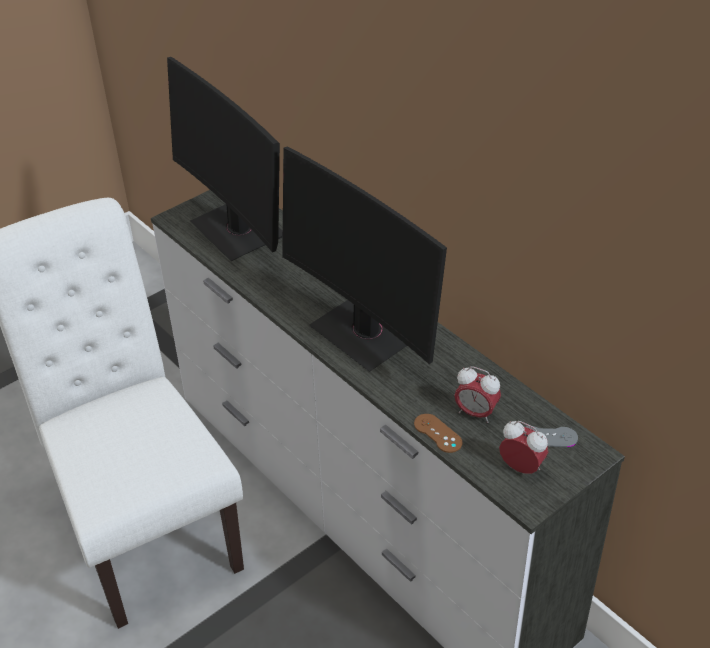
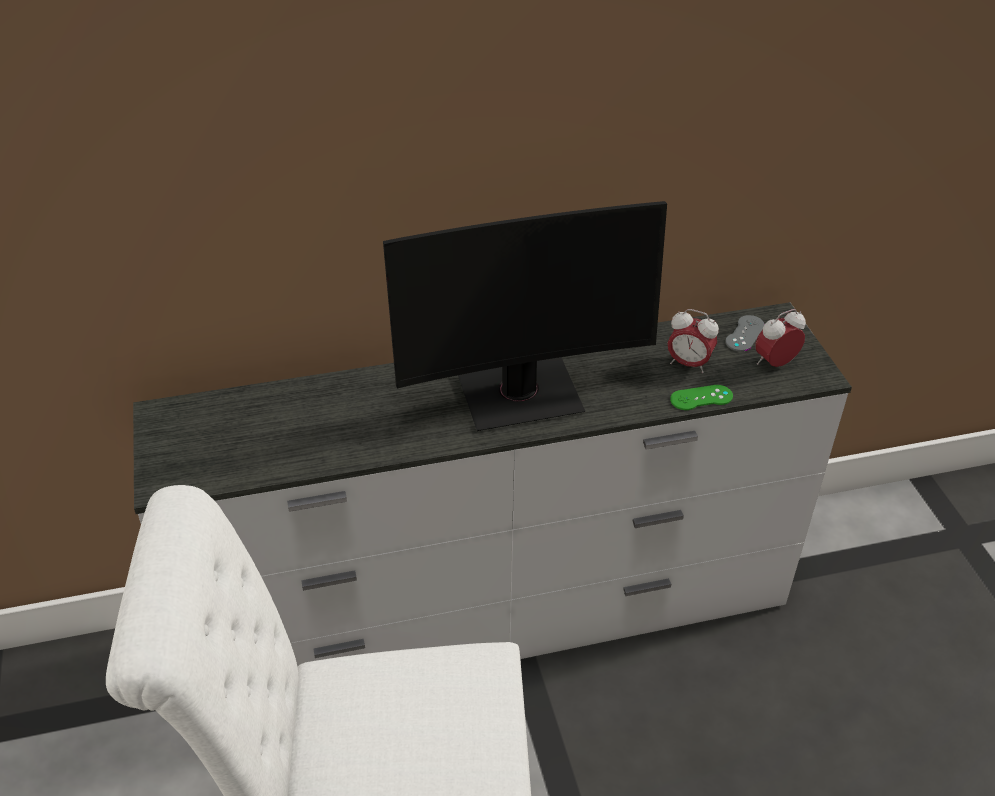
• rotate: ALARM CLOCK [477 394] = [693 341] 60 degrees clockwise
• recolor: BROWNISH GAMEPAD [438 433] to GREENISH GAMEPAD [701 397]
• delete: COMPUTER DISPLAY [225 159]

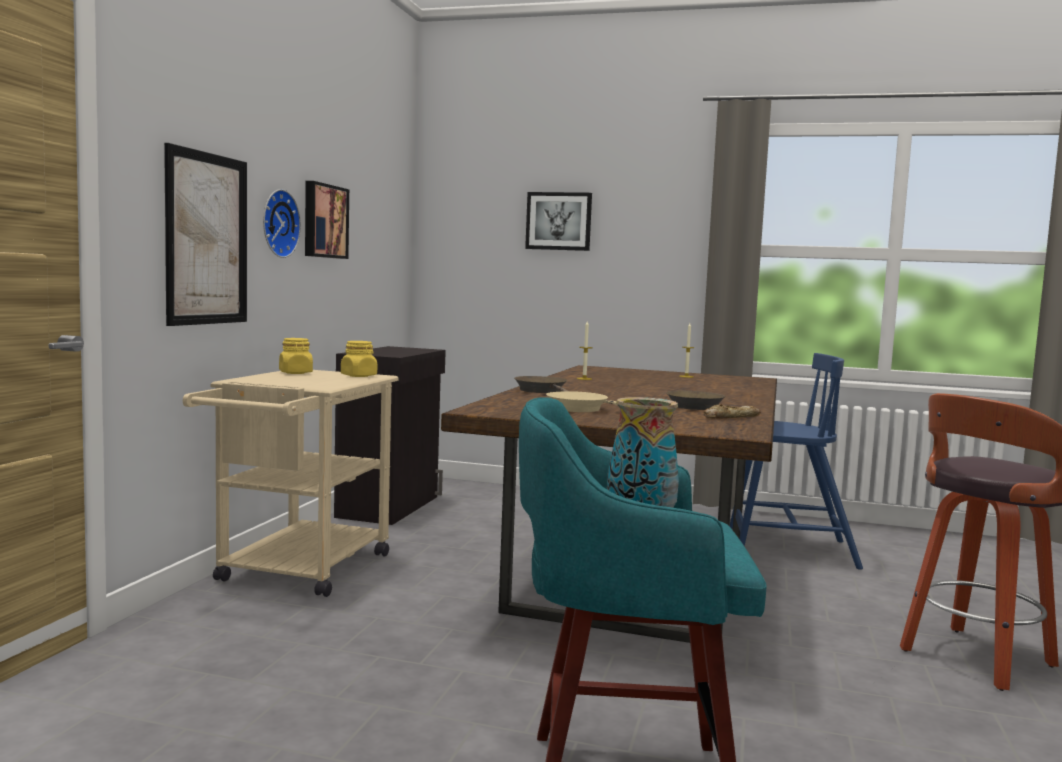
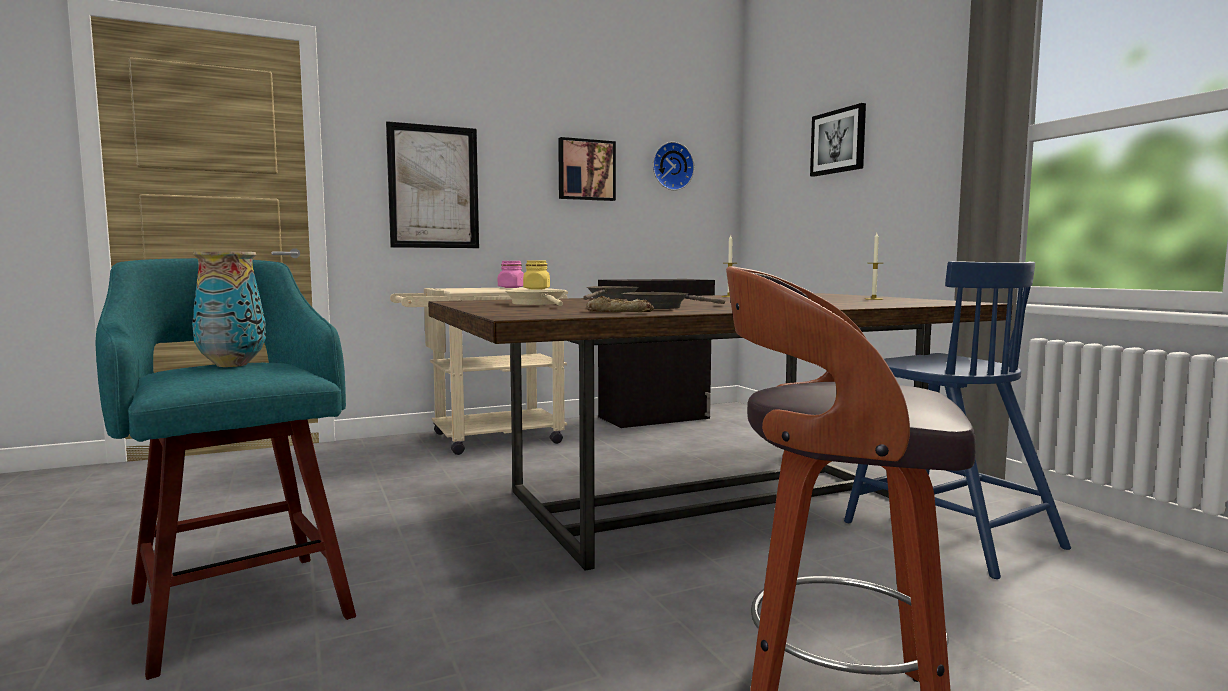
• recolor: YELLOWISH PRESERVE JAR [296 356] to PINKISH PRESERVE JAR [511 274]
• move: HANGING CLOCK [282 223] to [673 166]

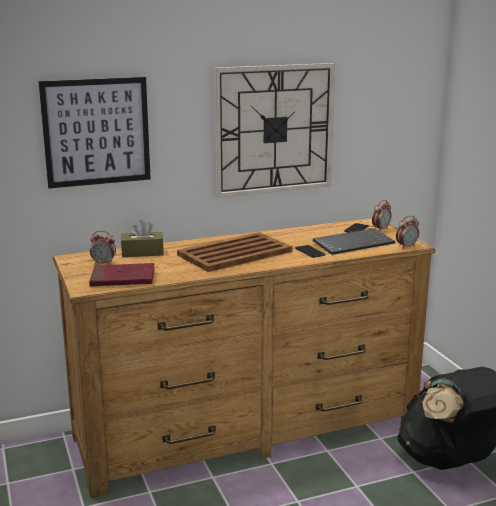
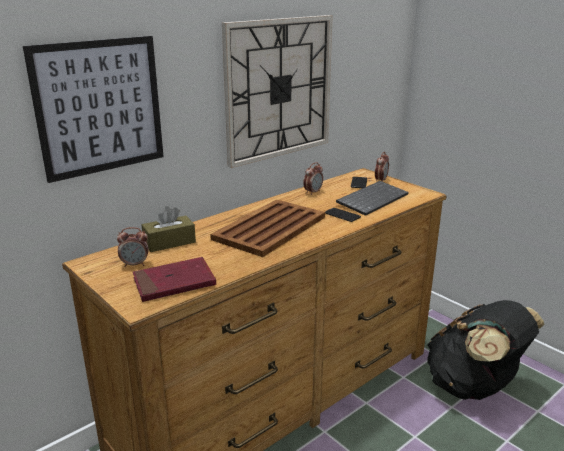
• move: ALARM CLOCK [407 232] to [313 178]

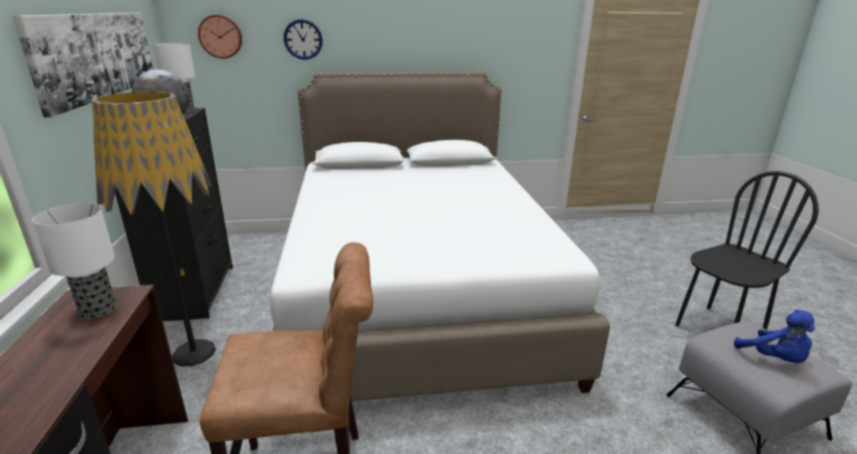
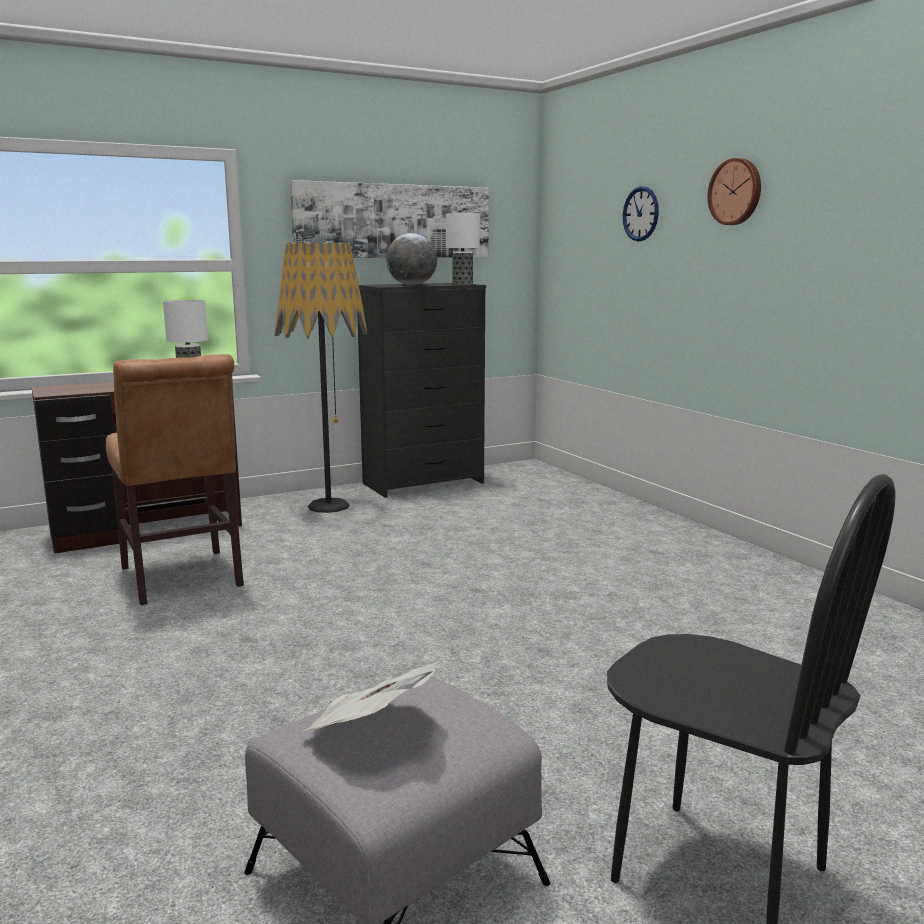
• replace: BLUE-COLOURED PLUSH TOY [774 336] to NEWSPAPER [371 696]
• move: HANGING CLOCK [220 37] to [734 191]
• delete: WHITE BED [440 236]

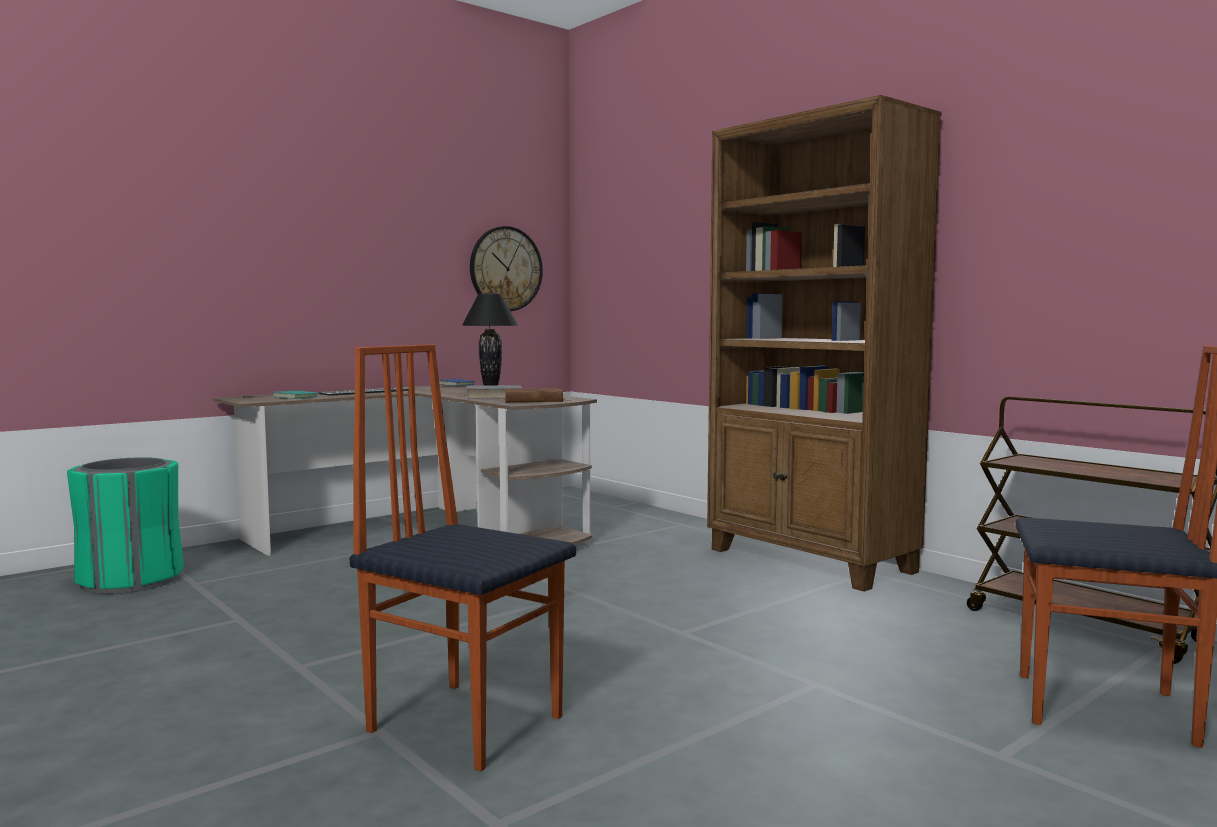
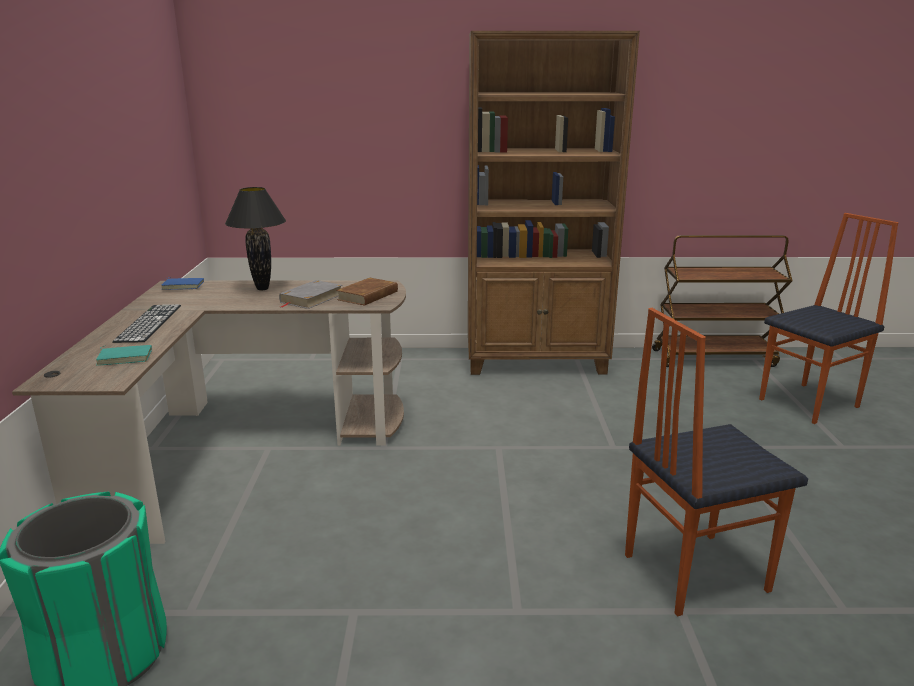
• delete: HANGING CLOCK [506 268]

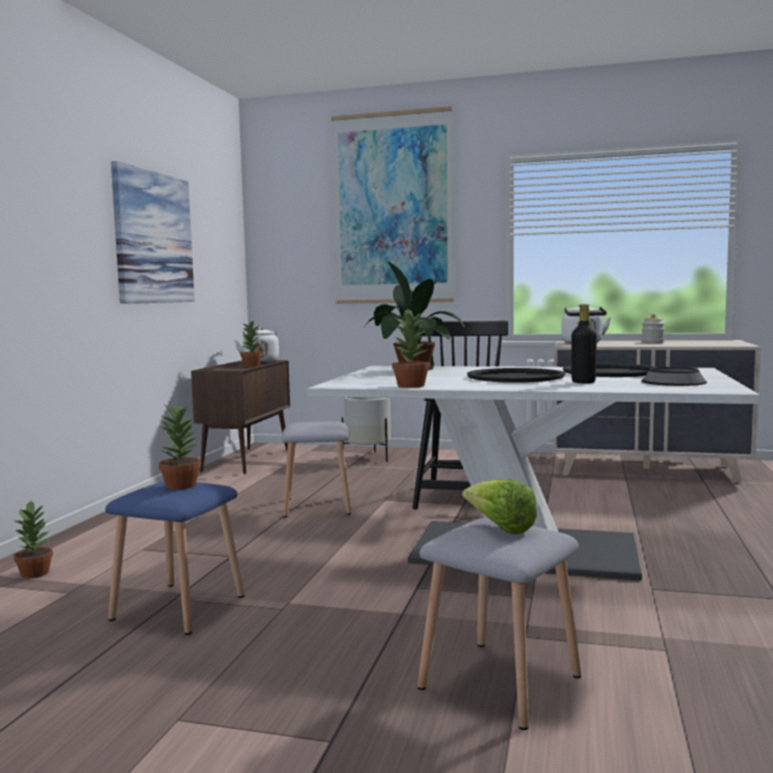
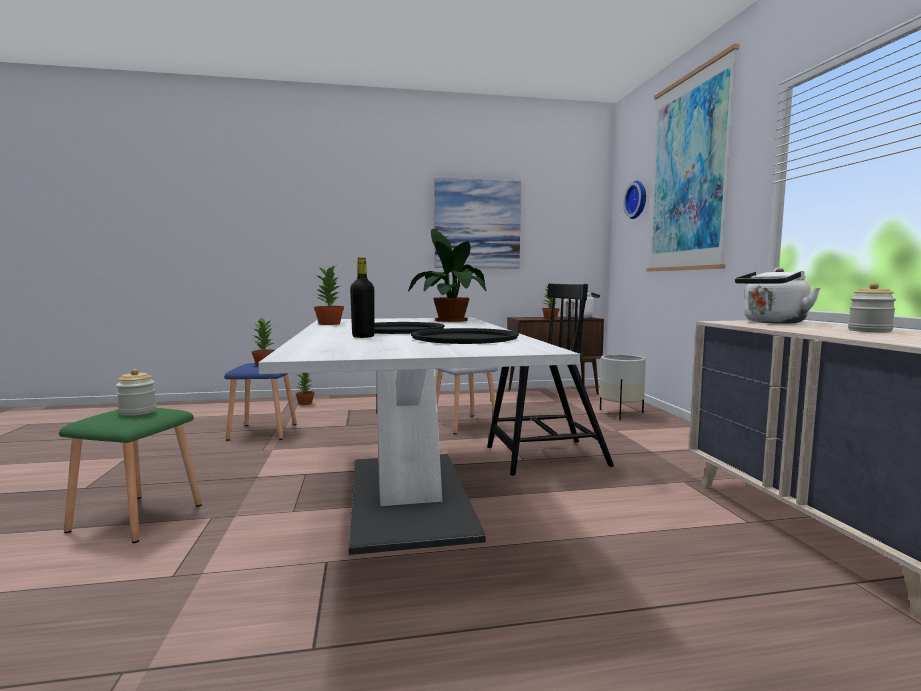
• recolor: GRAY STOOL SEAT [499 624] to GREENISH STOOL SEAT [130 475]
• replace: LETTUCE [499 507] to PRESERVE JAR [136 392]
• insert: HANGING CLOCK [634 200]
• delete: BOWL [674 376]

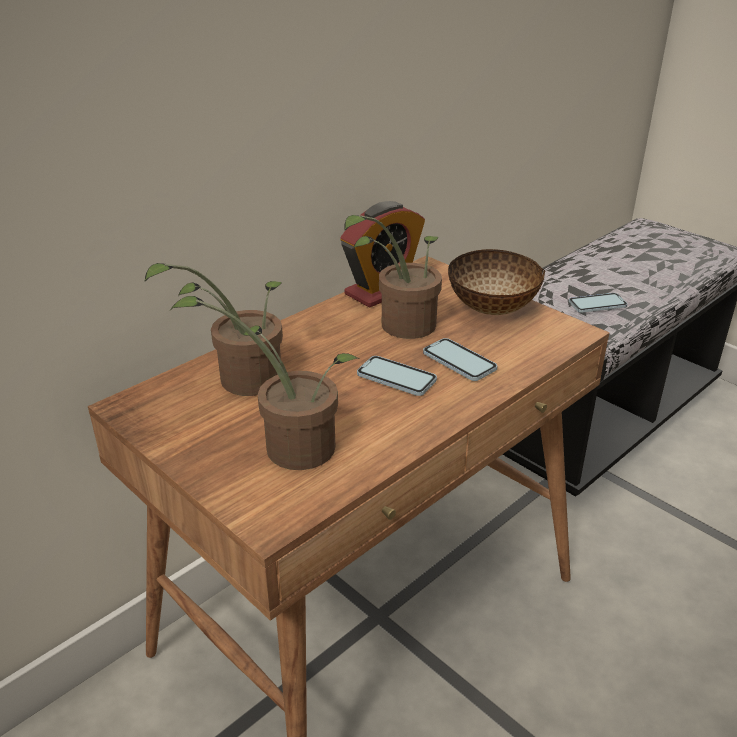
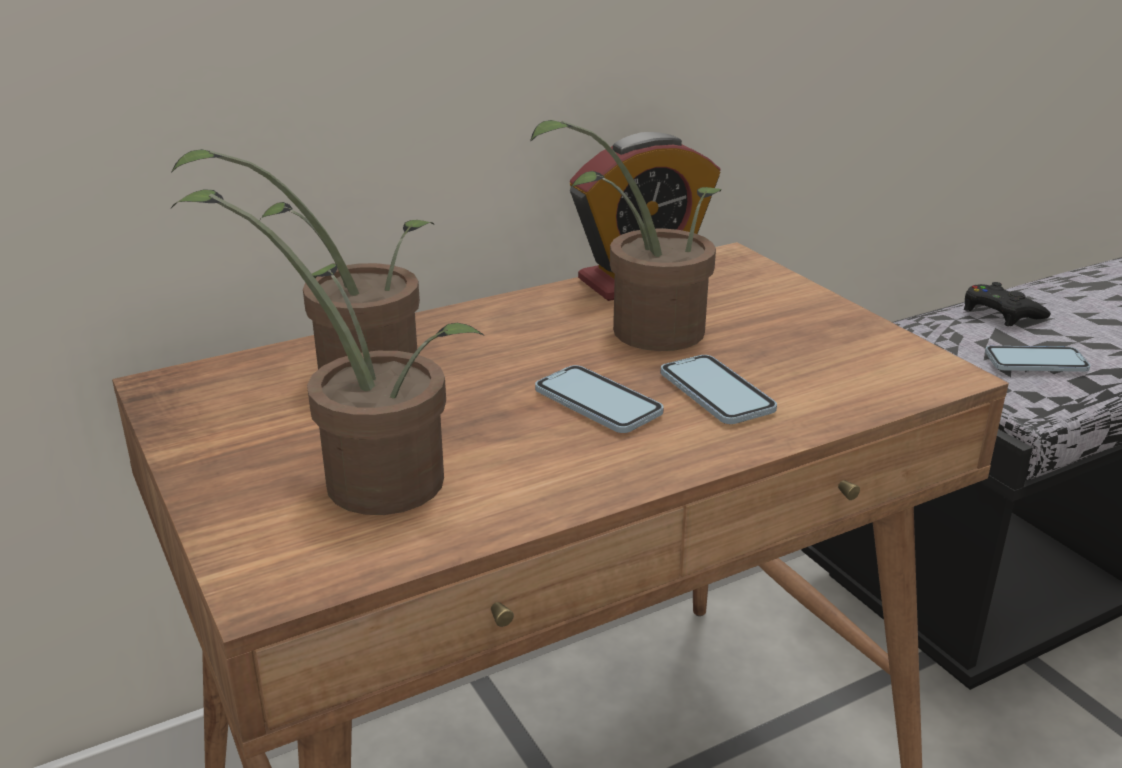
• insert: BLACK-COLOURED GAMEPAD [1007 304]
• delete: BOWL [496 282]

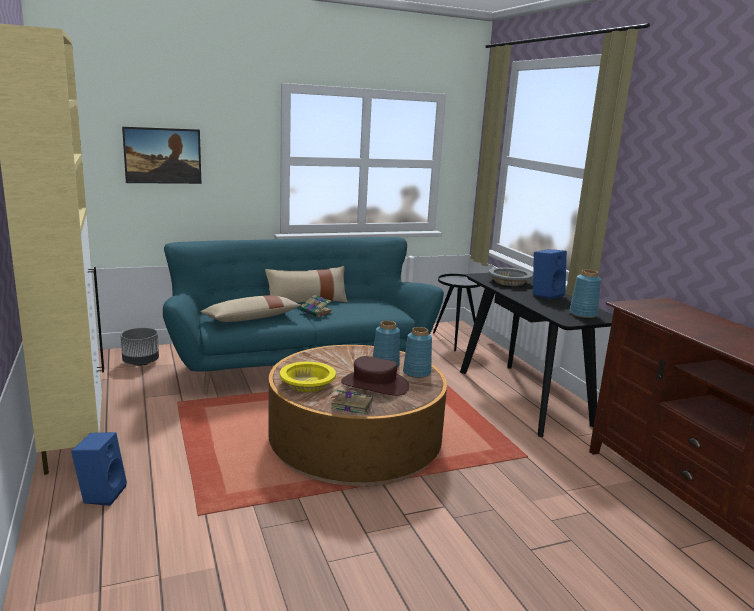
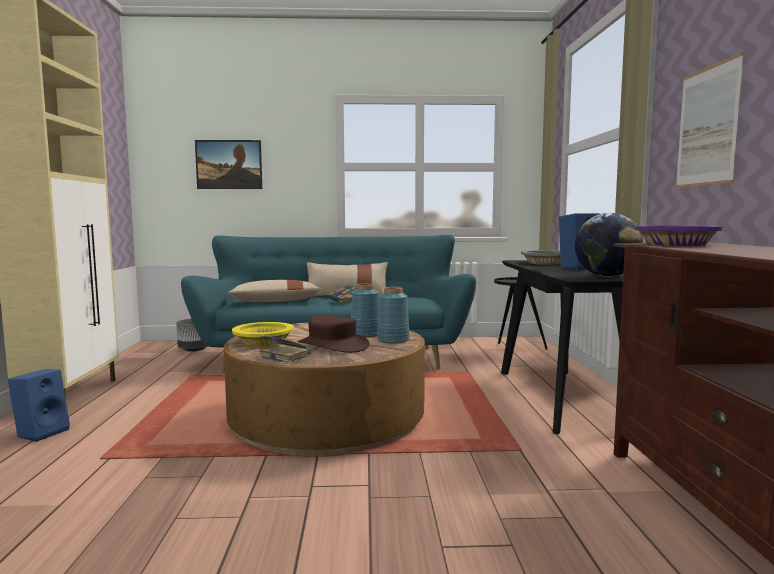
• replace: BLUE-COLOURED FLOWER VASE [585 293] to DESK GLOBE [609 245]
• insert: PURPLE-COLOURED BOWL [678 236]
• insert: WALL ART [710 120]

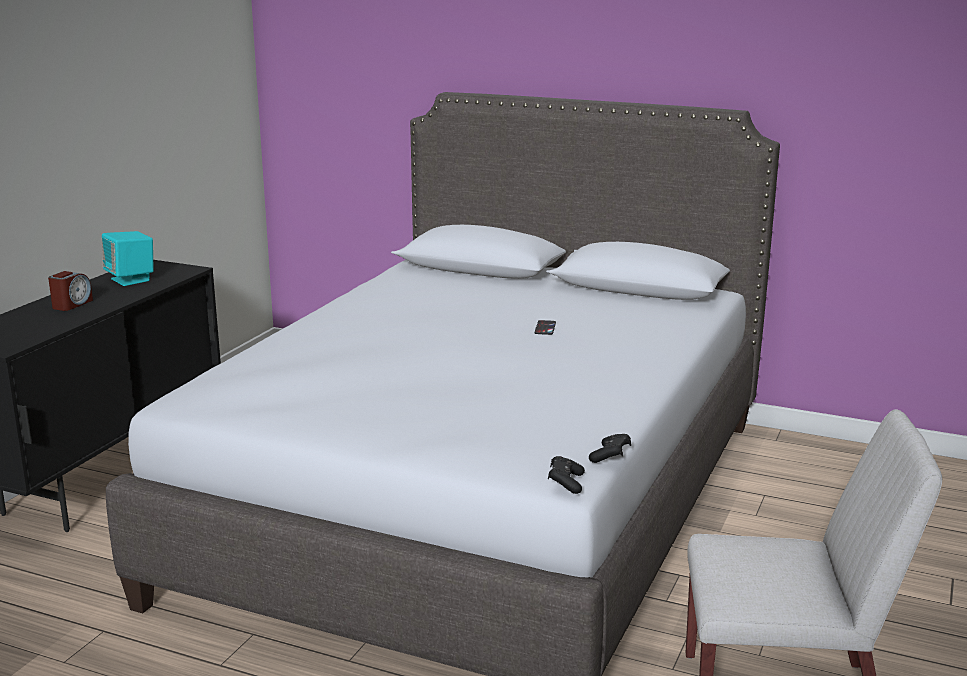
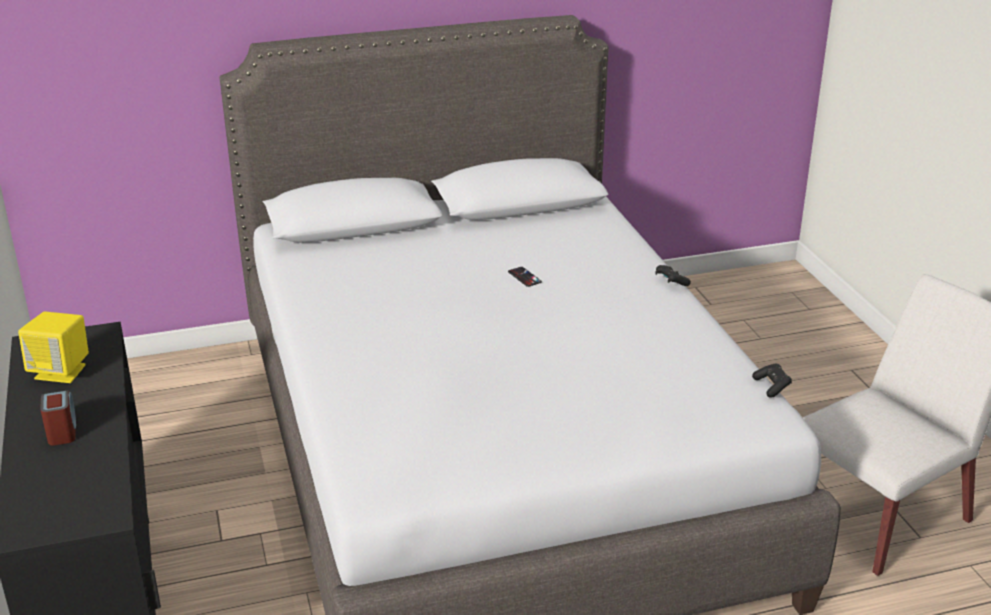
• recolor: TURQUOISE-COLOURED LOUDSPEAKER [128 258] to YELLOWISH LOUDSPEAKER [53 347]
• move: BLACK-COLOURED GAMEPAD [566 475] to [673 275]

